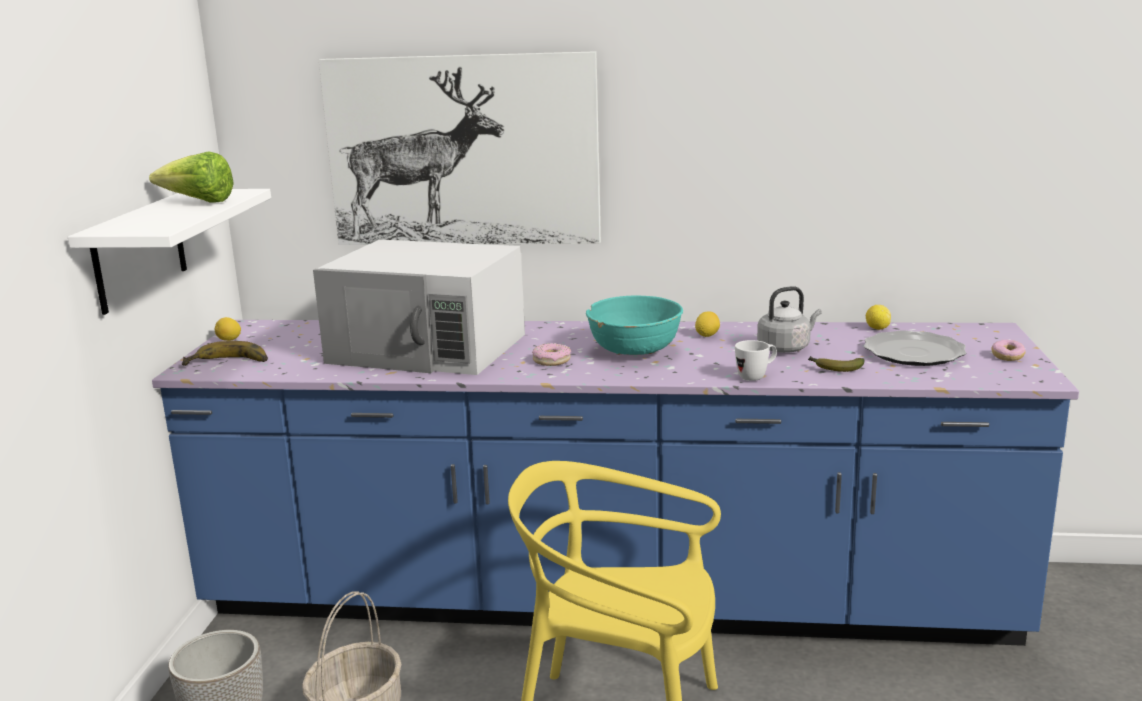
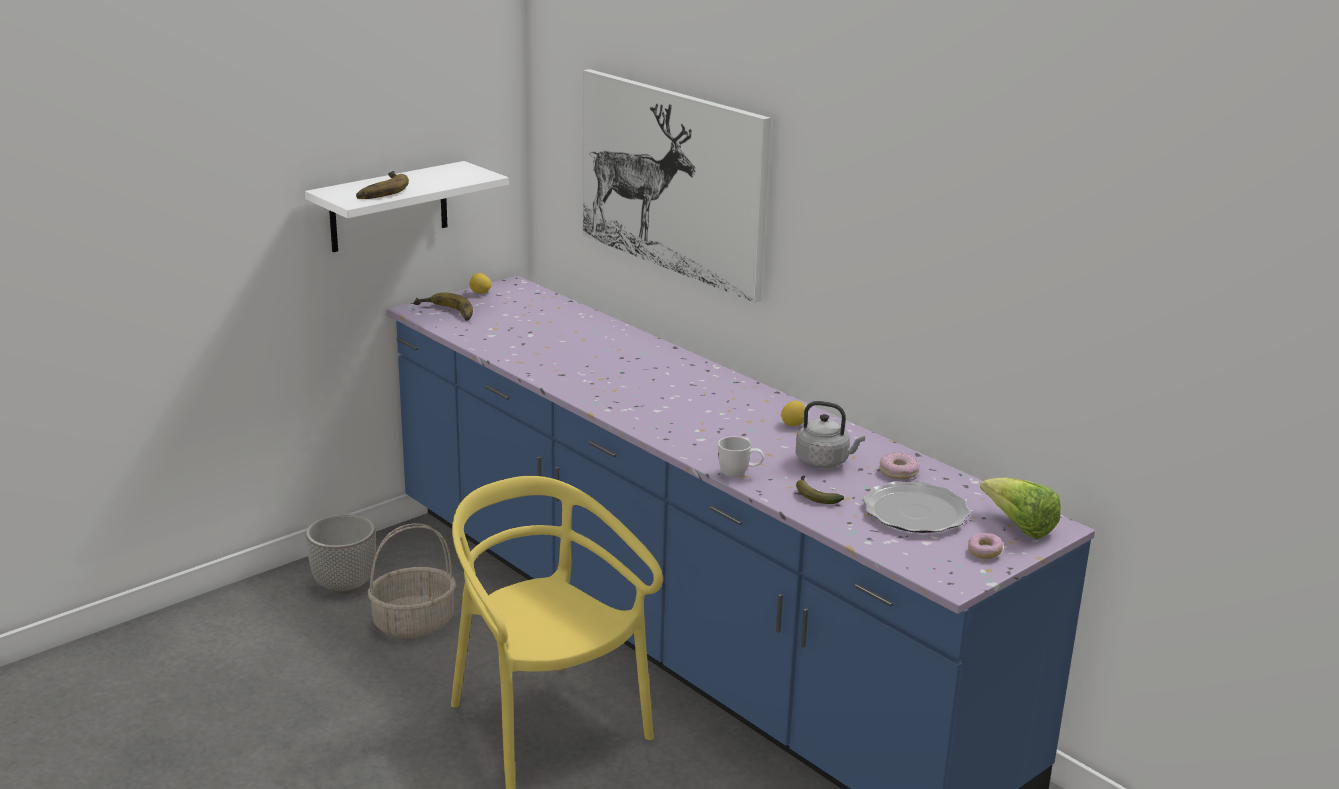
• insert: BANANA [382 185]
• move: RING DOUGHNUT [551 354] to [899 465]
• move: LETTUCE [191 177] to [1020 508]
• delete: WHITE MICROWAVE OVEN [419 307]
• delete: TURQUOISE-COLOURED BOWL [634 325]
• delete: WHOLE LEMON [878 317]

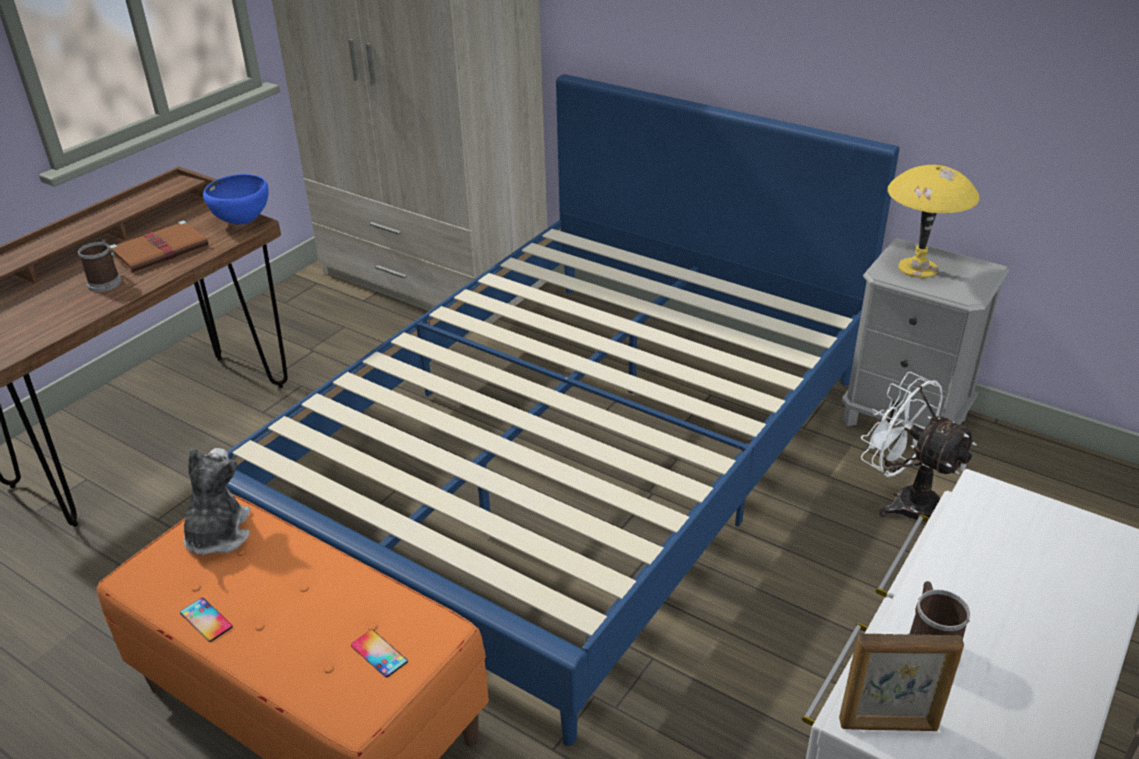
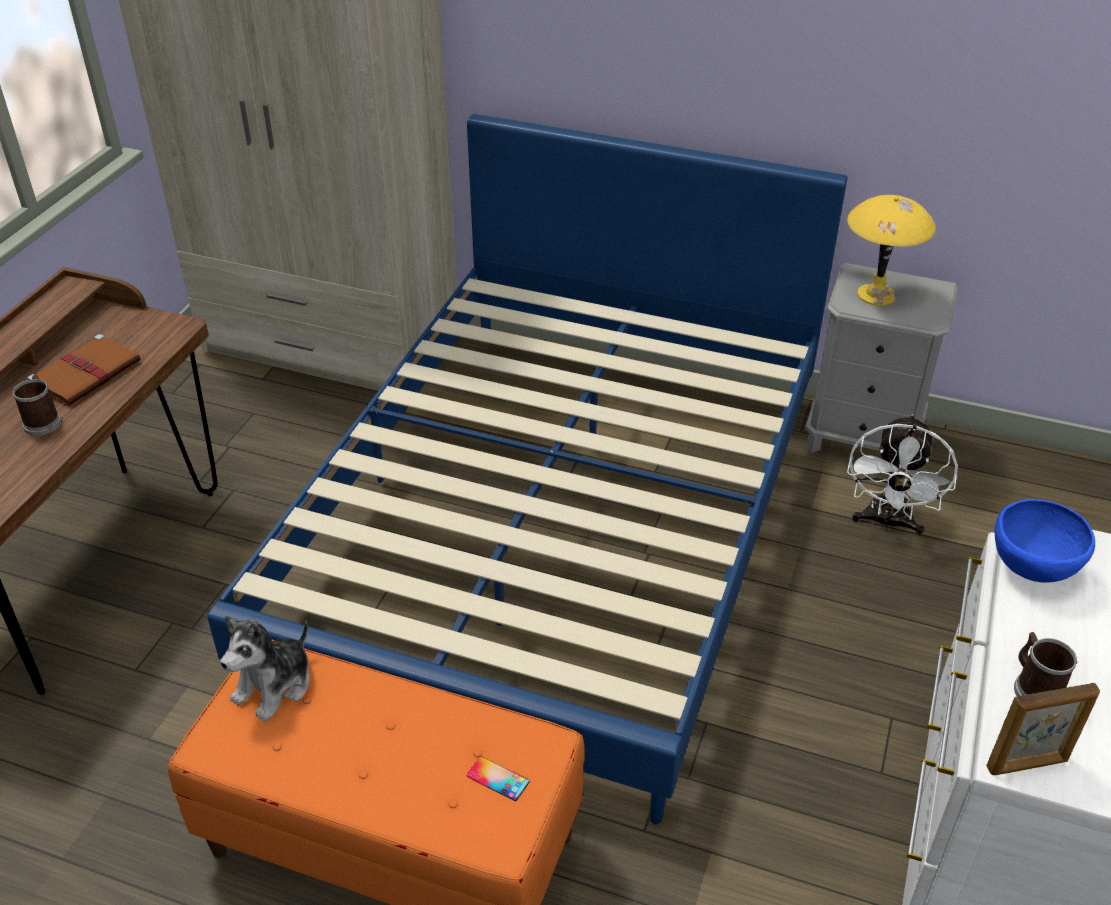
• rotate: PLUSH TOY [217 501] = [265 668] 135 degrees counterclockwise
• rotate: WHITE FAN [919 446] = [902 475] 105 degrees counterclockwise
• move: BLUE-COLOURED BOWL [236 199] to [1045 541]
• delete: TELEPHONE [206 620]

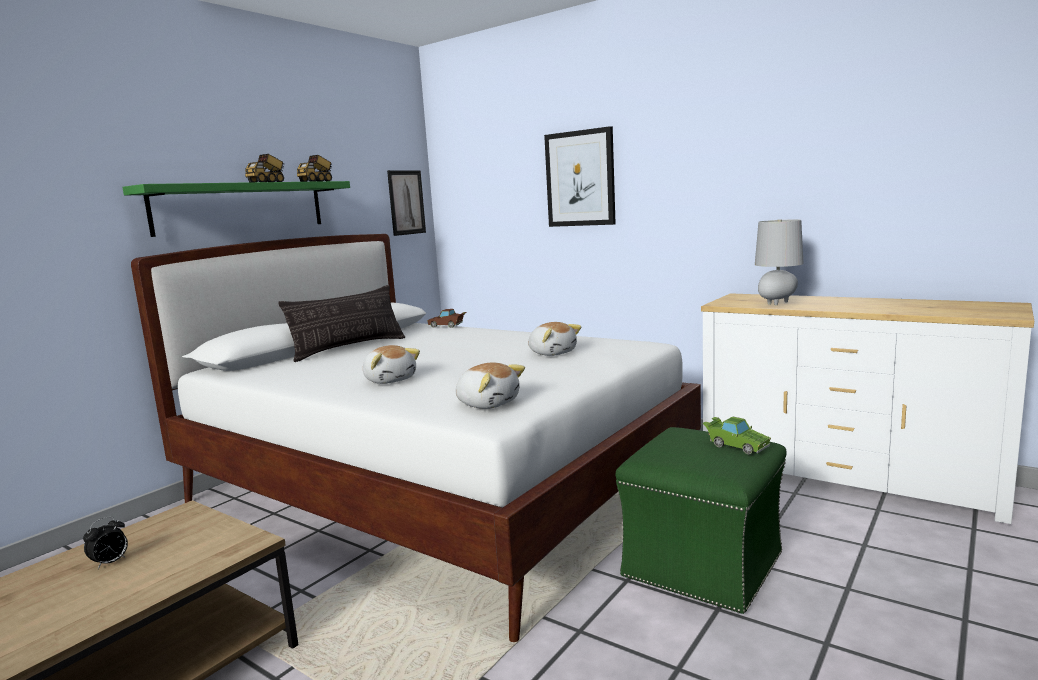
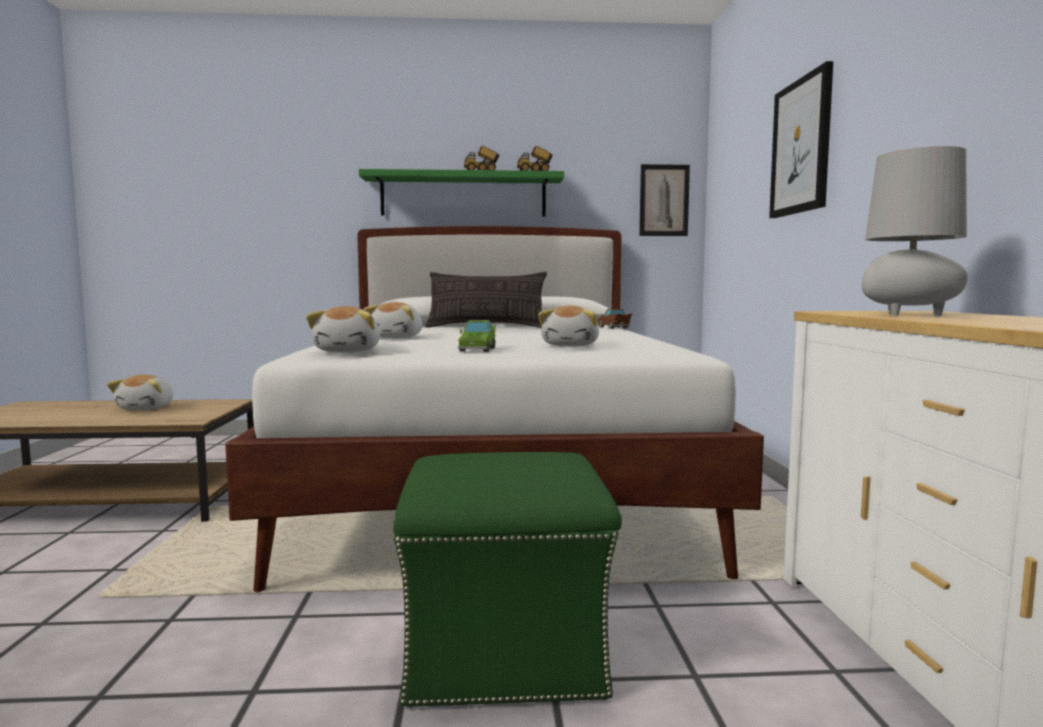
• replace: ALARM CLOCK [105 542] to PLUSH TOY [140 392]
• move: GREENISH MODEL CAR [736 436] to [477 336]

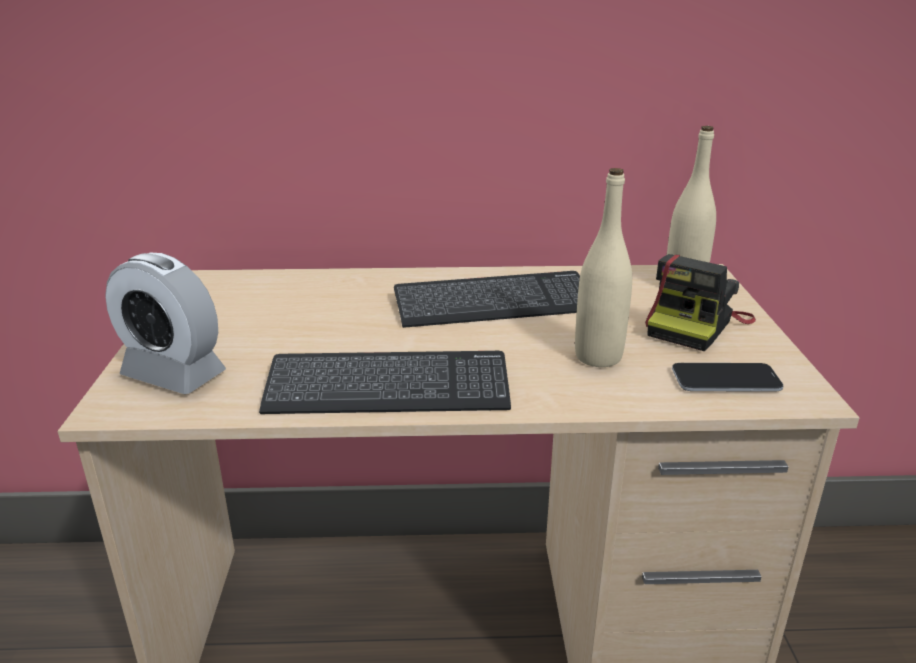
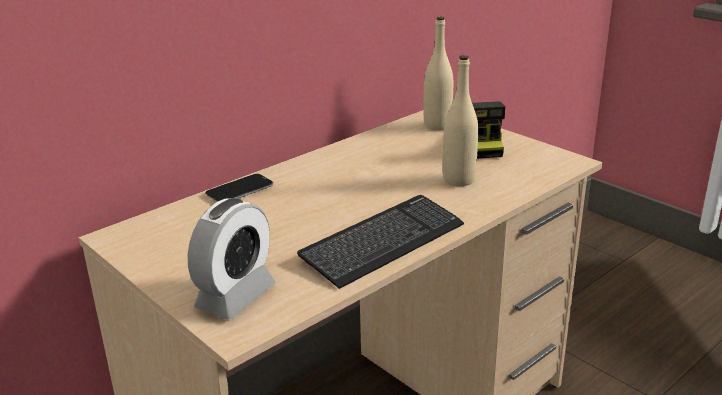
• rotate: ALARM CLOCK [165 323] = [231 258] 45 degrees counterclockwise
• move: TELEPHONE [727 377] to [239 188]
• delete: PC KEYBOARD [487 299]

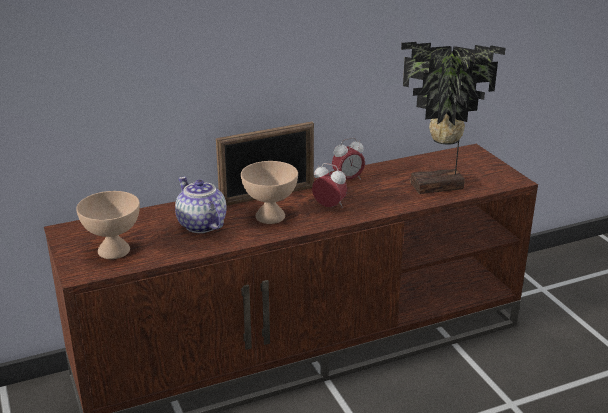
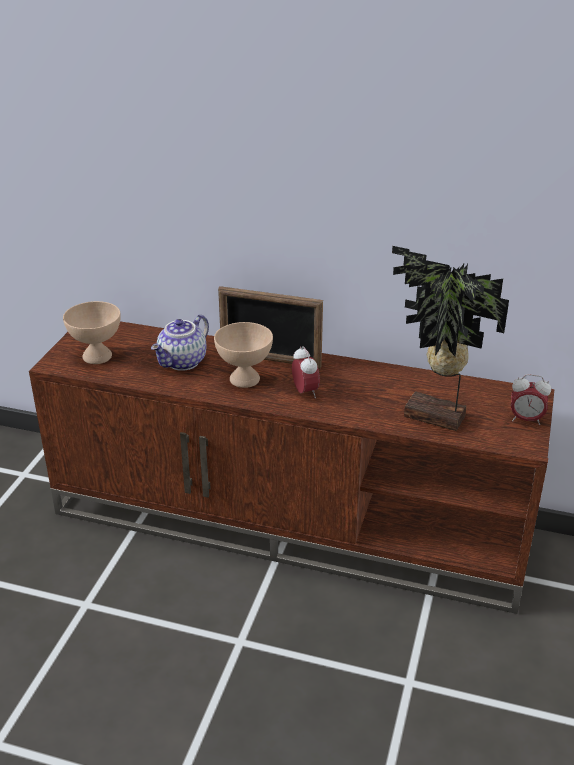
• rotate: TEA POT [201 205] = [180 342] 150 degrees counterclockwise
• move: ALARM CLOCK [348 159] to [531 399]

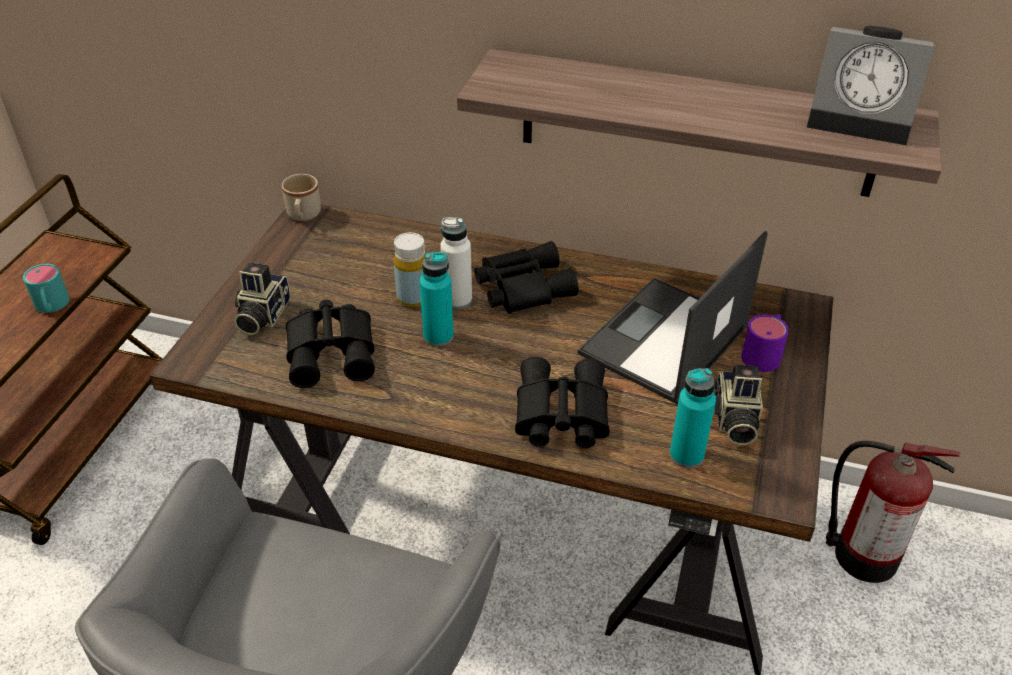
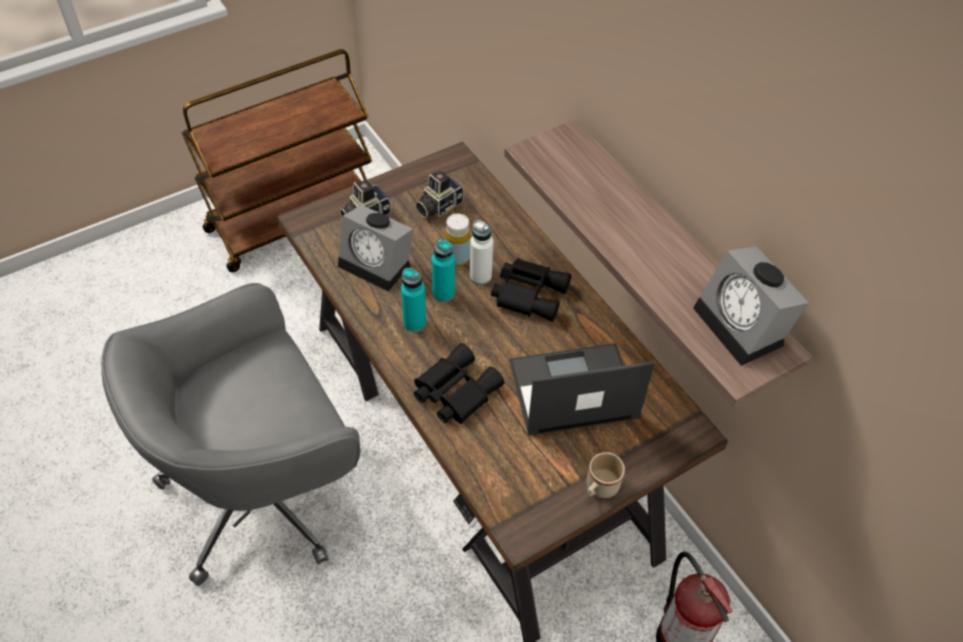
• replace: BLACK-COLOURED FIELD GLASSES [330 343] to ALARM CLOCK [375 248]
• move: TURQUOISE-COLOURED DRINK BOTTLE [693 418] to [413 300]
• move: STILL CAMERA [738 405] to [439 194]
• move: SAND-COLOURED COFFEE MUG [301 197] to [606 475]
• delete: TURQUOISE-COLOURED COFFEE MUG [46 288]
• delete: PURPLE-COLOURED COFFEE MUG [765 343]

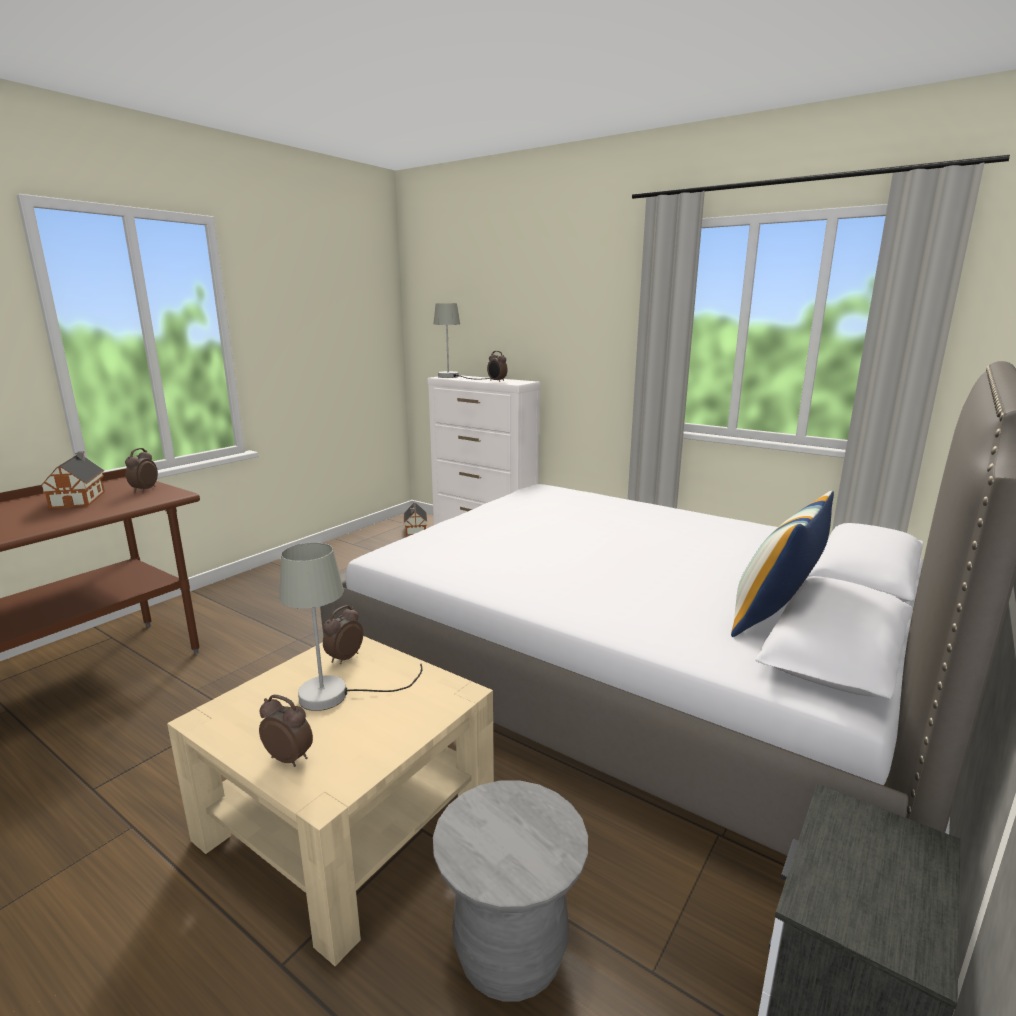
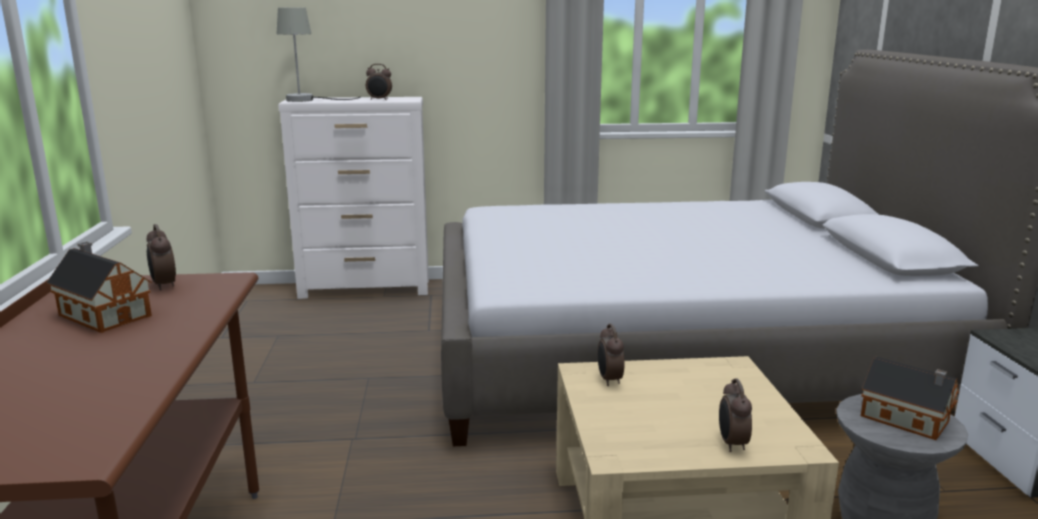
• rotate: ALARM CLOCK [286 731] = [735 415] 75 degrees counterclockwise
• move: TOY HOUSE [415 519] to [910 398]
• delete: GRAY LAMP FOR A TABLE [350 627]
• delete: PILLOW [782 564]

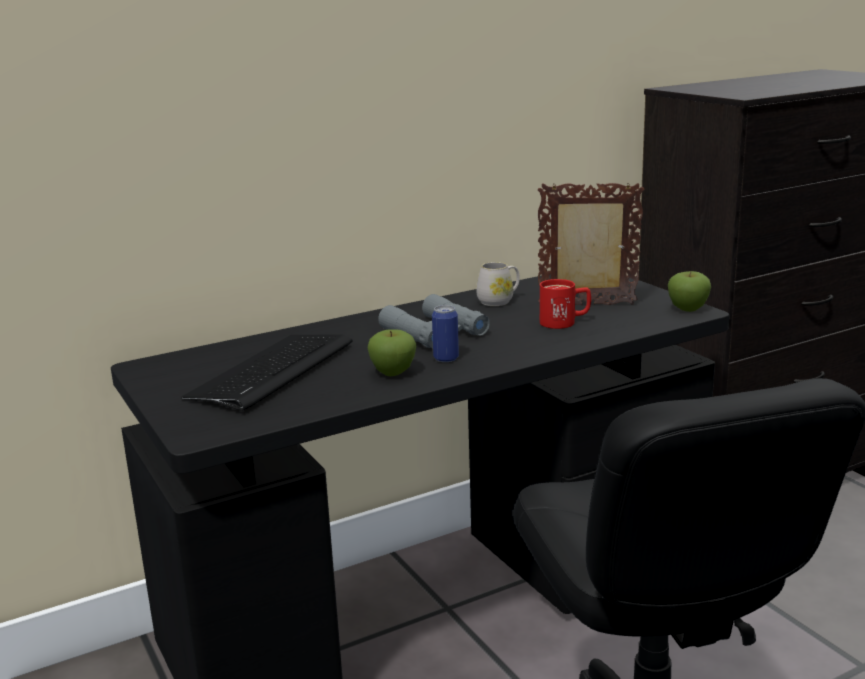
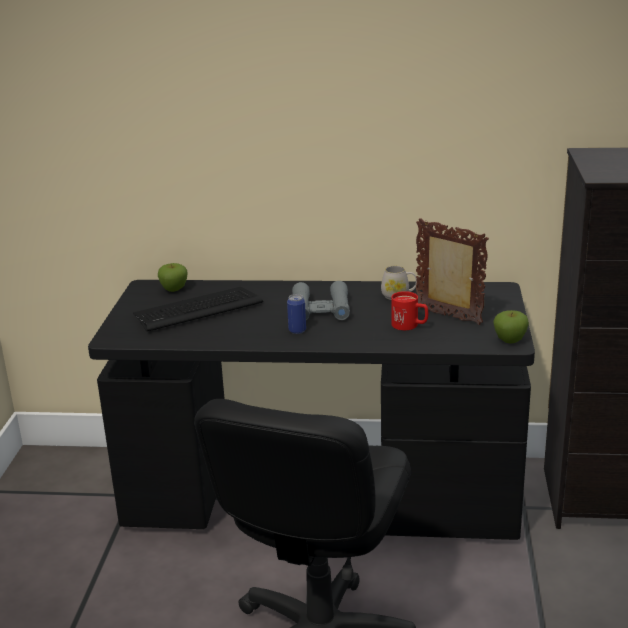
• move: APPLE FRUIT [392 352] to [173 277]

